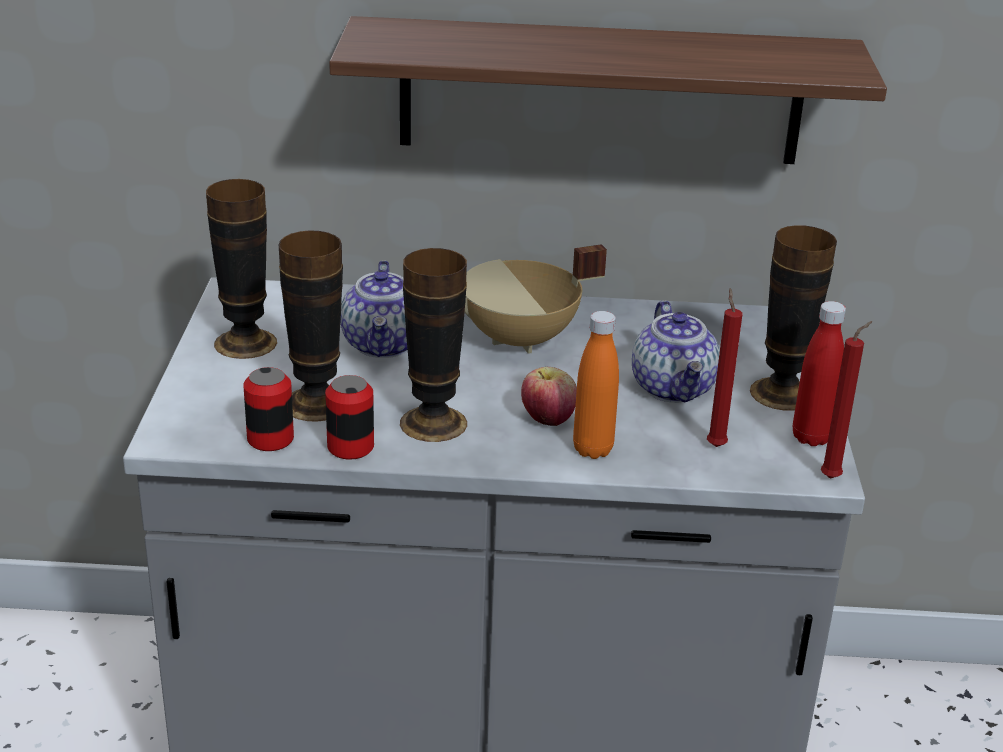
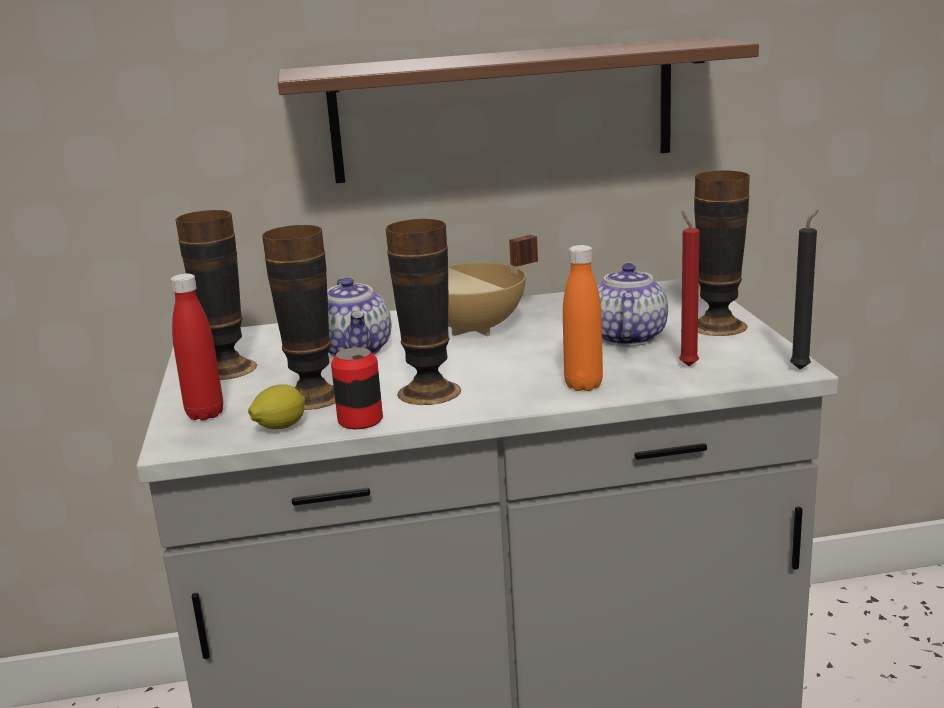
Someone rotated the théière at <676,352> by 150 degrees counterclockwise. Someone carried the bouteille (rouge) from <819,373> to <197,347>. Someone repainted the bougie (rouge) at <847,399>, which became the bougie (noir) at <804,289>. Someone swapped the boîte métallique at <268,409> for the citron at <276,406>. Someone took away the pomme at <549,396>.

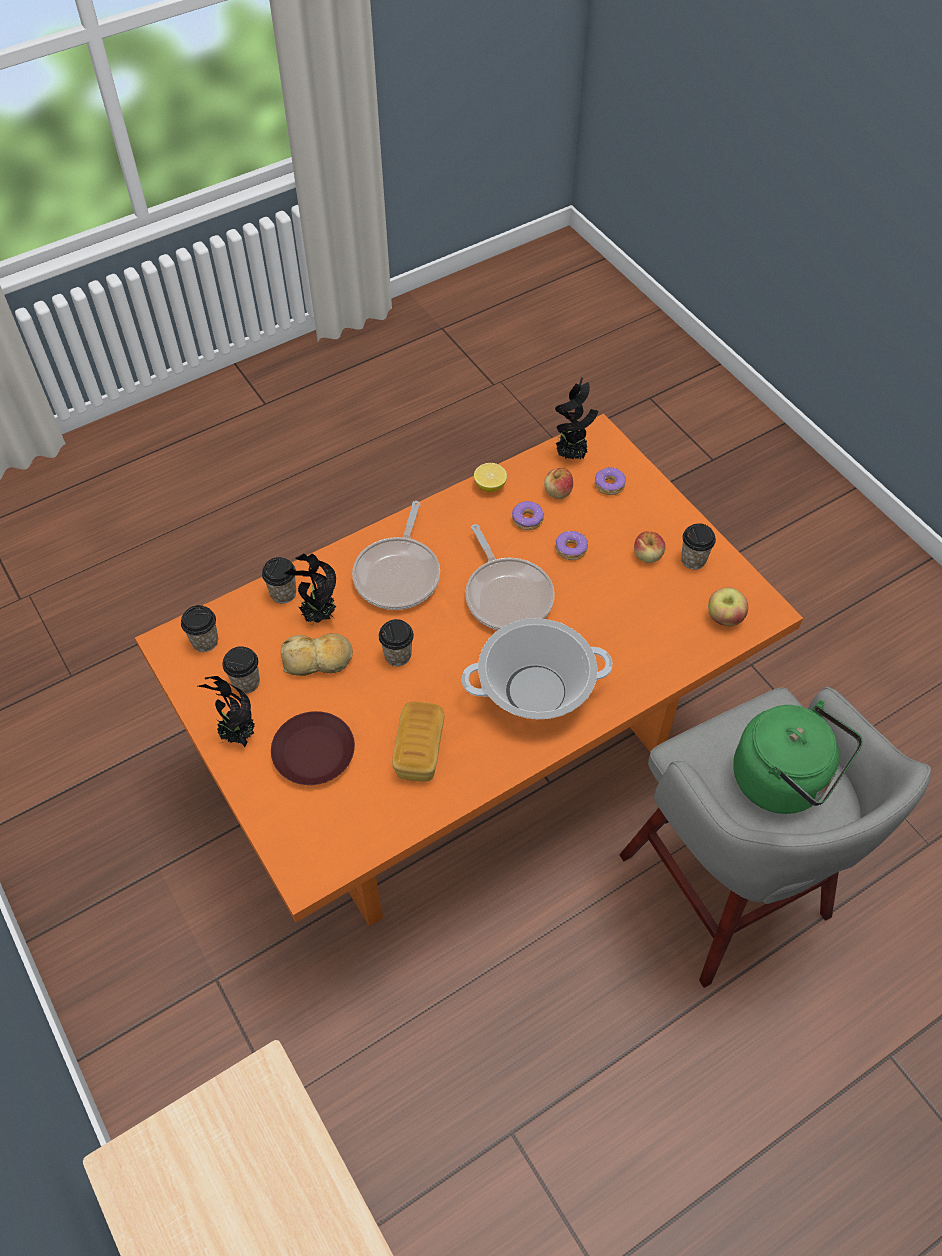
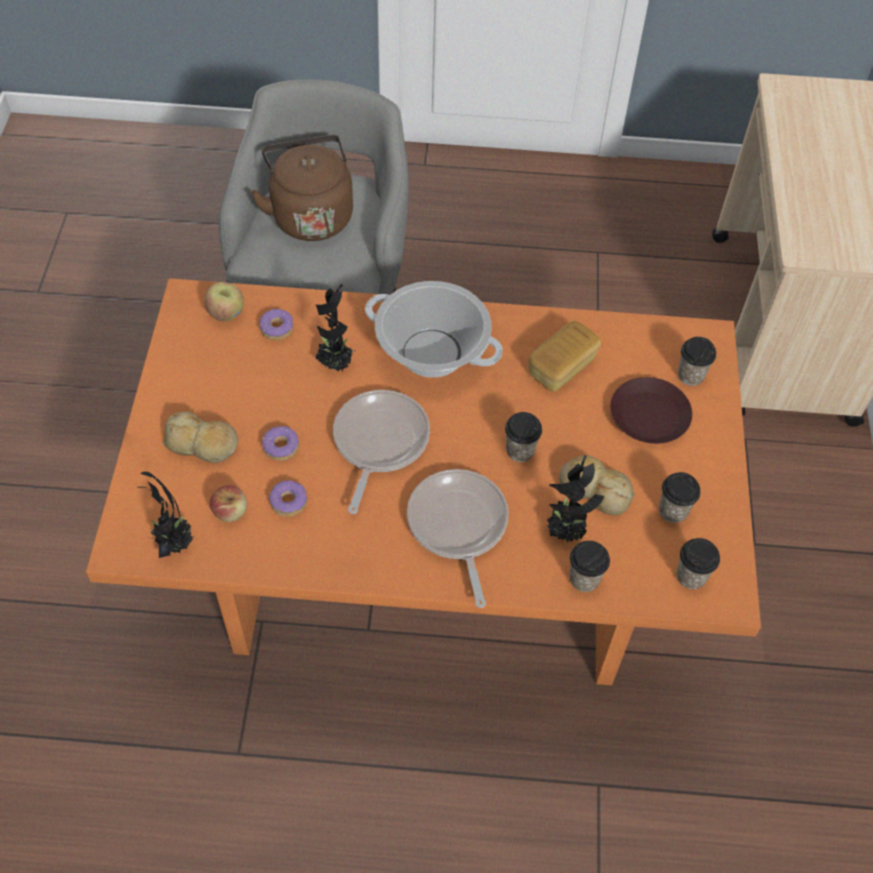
Someone took away the citron at <490,477>. Someone carried the beignet from <610,481> to <276,324>. Someone rotated the poêle at <396,555> by 60 degrees counterclockwise. Someone carried the tasse from <698,546> to <697,361>. Someone took away the pomme at <650,547>. Someone carried the plante en pot from <226,711> to <335,327>. Someone repainted the bouilloire (vert) at <798,757>, which became the bouilloire (marron) at <301,188>. Someone put down the pain at <201,437>.

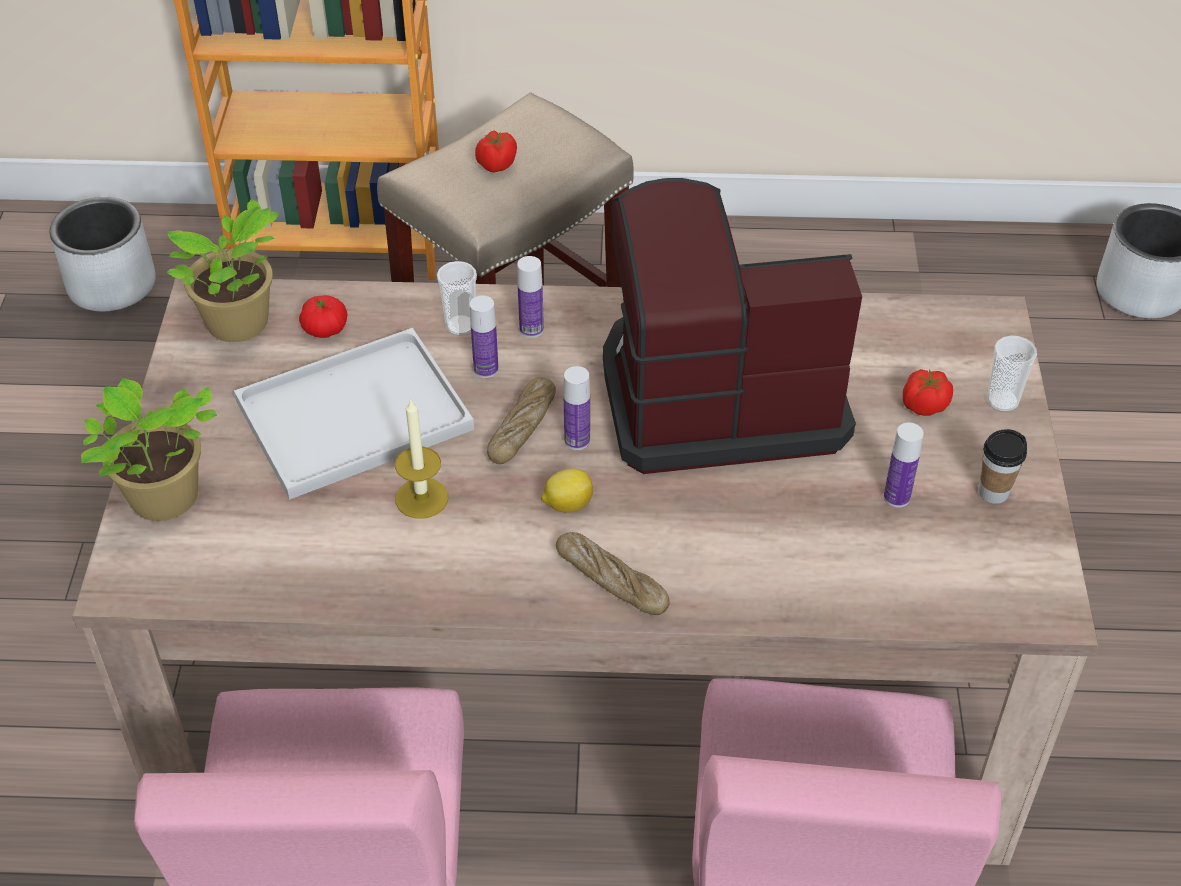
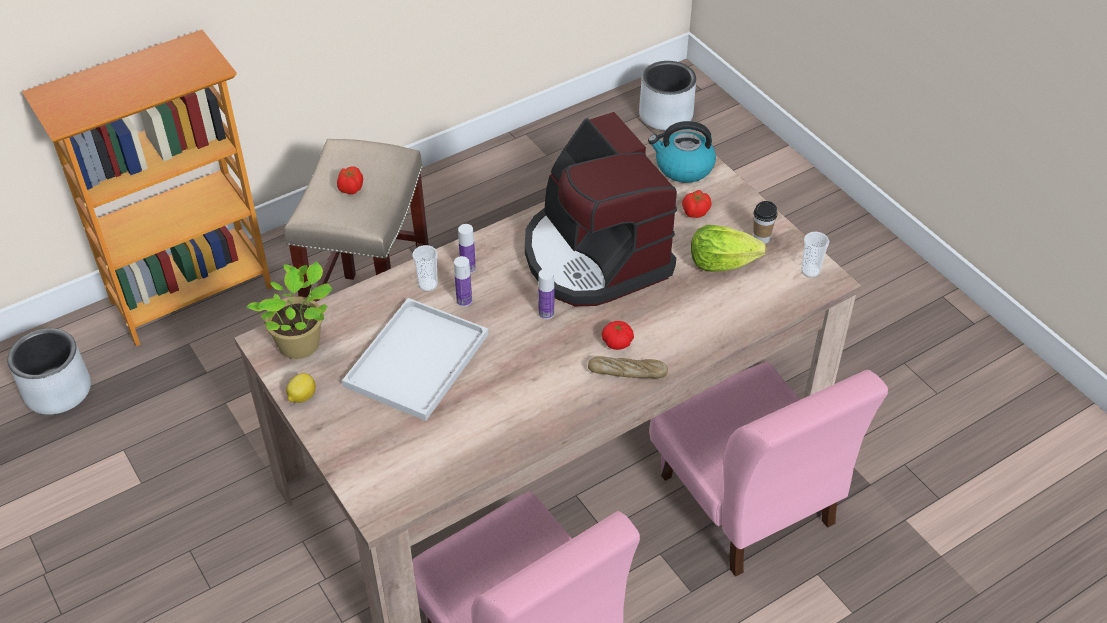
Someone rotated the machine à café at <732,326> by 75 degrees counterclockwise. Someone carried the tomate from <323,316> to <618,335>. Someone carried the tasse from <1012,373> to <815,255>. Someone took away the pain at <521,420>. Someone took away the plante en pot at <149,449>. Someone took away the bougie at <421,458>. Someone swapped the bouteille at <904,465> for the laitue at <728,248>. Someone carried the citron from <567,491> to <301,388>. Someone put down the bouilloire at <682,152>.

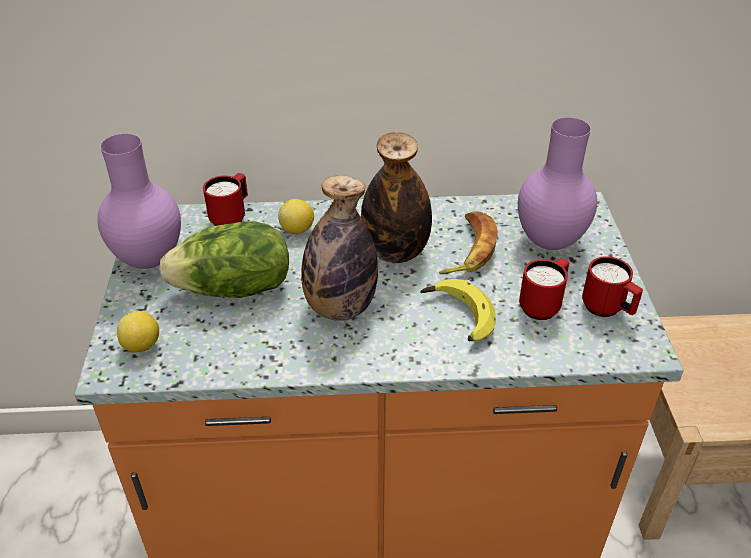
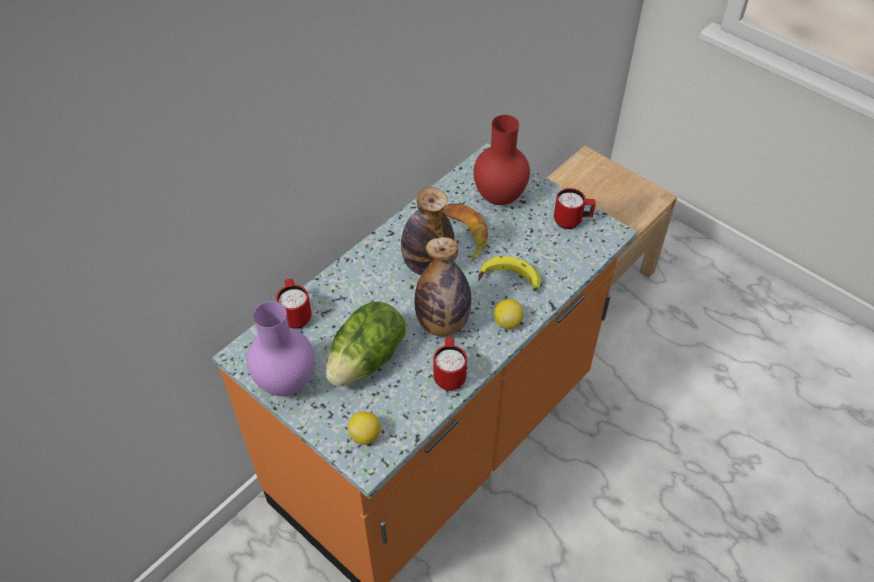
Someone repainted the vase (violet) at <557,183>, which became the vase (rouge) at <501,160>. Someone carried the citron from <296,216> to <509,314>. Someone carried the mug (rouge) from <544,289> to <450,364>.

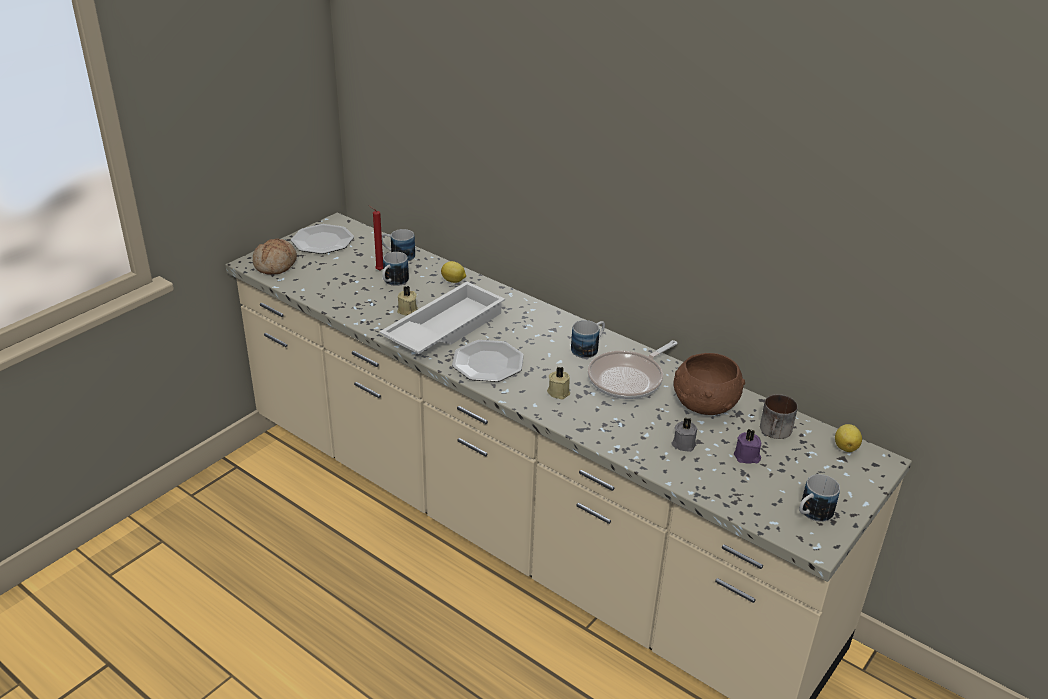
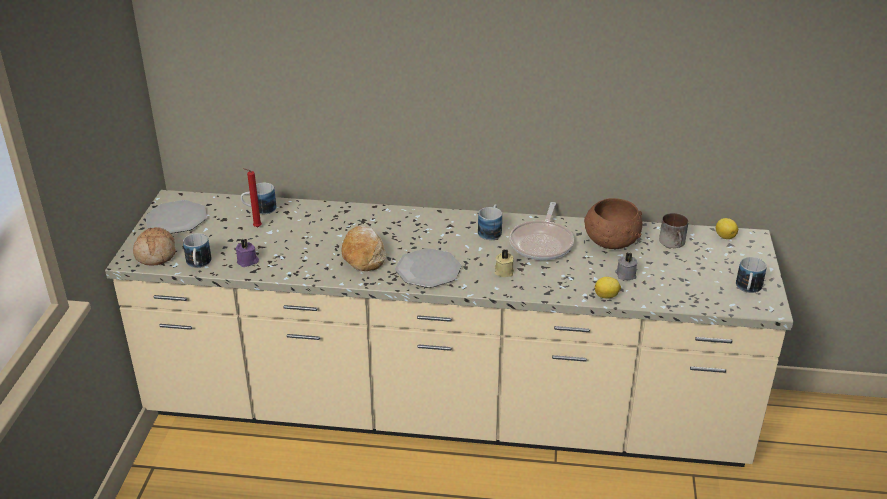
Someone carried the mug from <395,269> to <197,250>. Someone carried the citron from <453,272> to <608,288>. Someone swapped the plateau (blanc) at <442,318> for the pain at <364,248>. Someone took away the bougie (beige) at <407,301>. Someone carried the bougie (violet) from <747,446> to <247,252>.

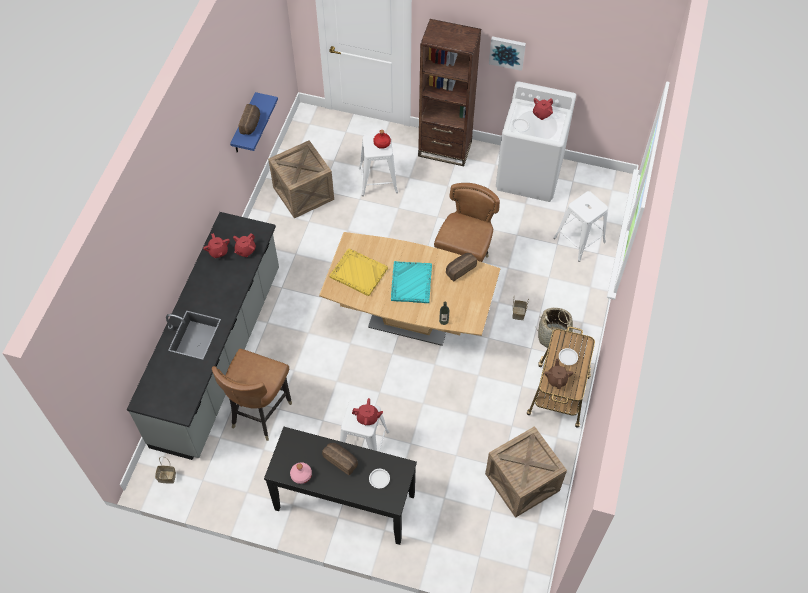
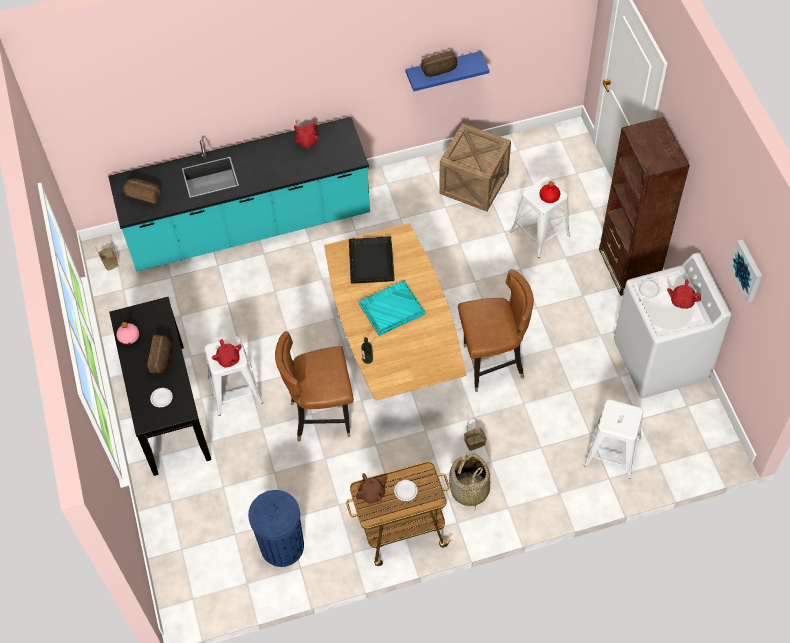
Someone carried the tableau from <507,53> to <745,270>. Someone repainted the comptoir de cuisine (gris) at <203,336>, which became the comptoir de cuisine (turquoise) at <239,194>. Someone took away the théière (rouge) at <244,245>. Someone repainted the plateau (jaune) at <358,272>, which became the plateau (noir) at <371,260>. Someone carried the pain from <461,267> to <142,191>. Someone carried the chaise (marron) from <252,395> to <314,386>. Someone swapped the caisse at <526,472> for the poubelle (bleu) at <276,528>.

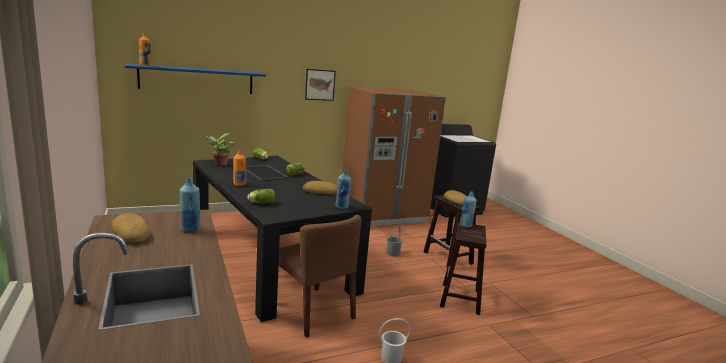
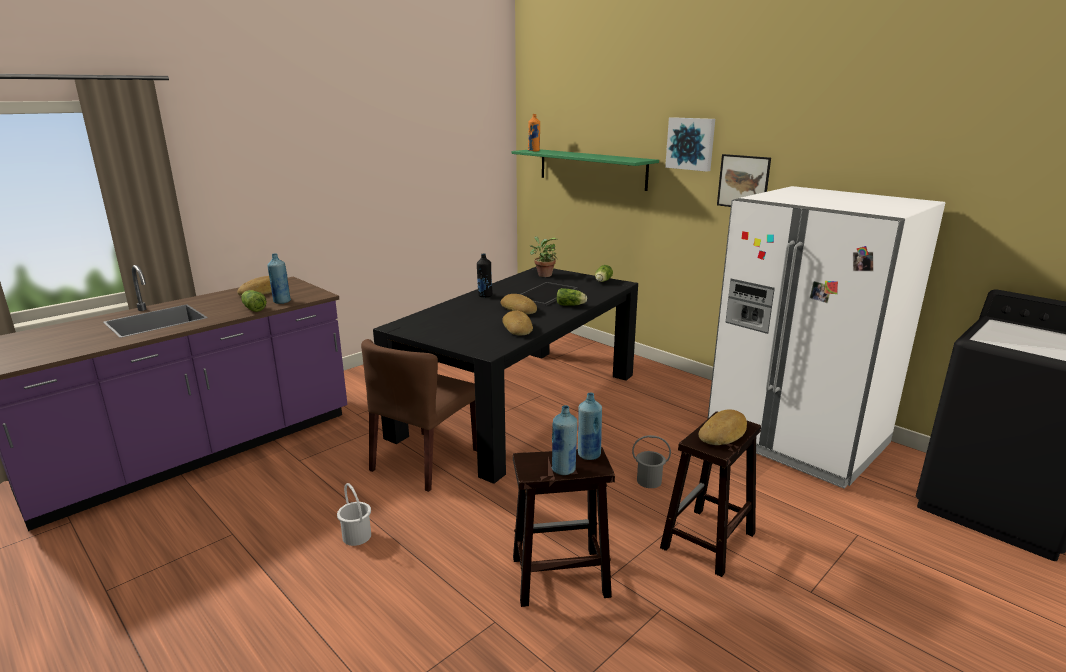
Someone repainted the étagère (bleu) at <195,79>, which became the étagère (vert) at <585,170>. Someone repainted the réfrigérateur (marron) at <394,156>, which became the réfrigérateur (blanc) at <827,337>. Someone repainted the bouteille (orange) at <239,168>, which became the bouteille (noir) at <485,275>. Someone carried the bouteille (bleu) from <343,189> to <564,440>. Someone carried the laitue from <261,196> to <254,301>. Someone put up the tableau at <690,144>. Someone put down the pain at <519,304>.

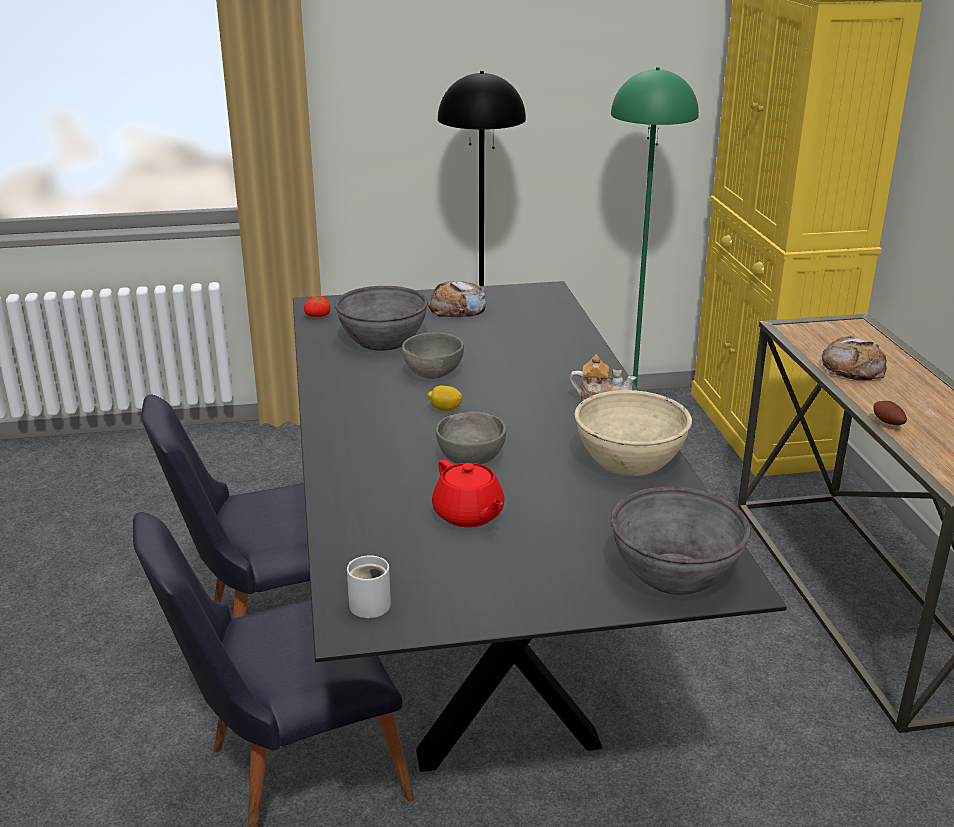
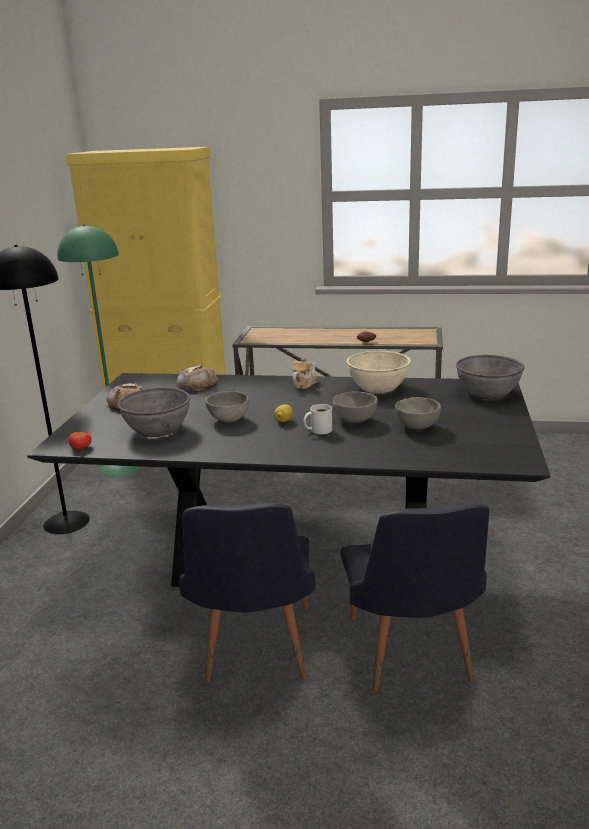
Someone carried the pain from <854,358> to <197,378>. Someone swapped the théière (rouge) at <468,493> for the bol (gris) at <418,413>. Someone carried the mug (blanc) from <369,586> to <317,419>.

